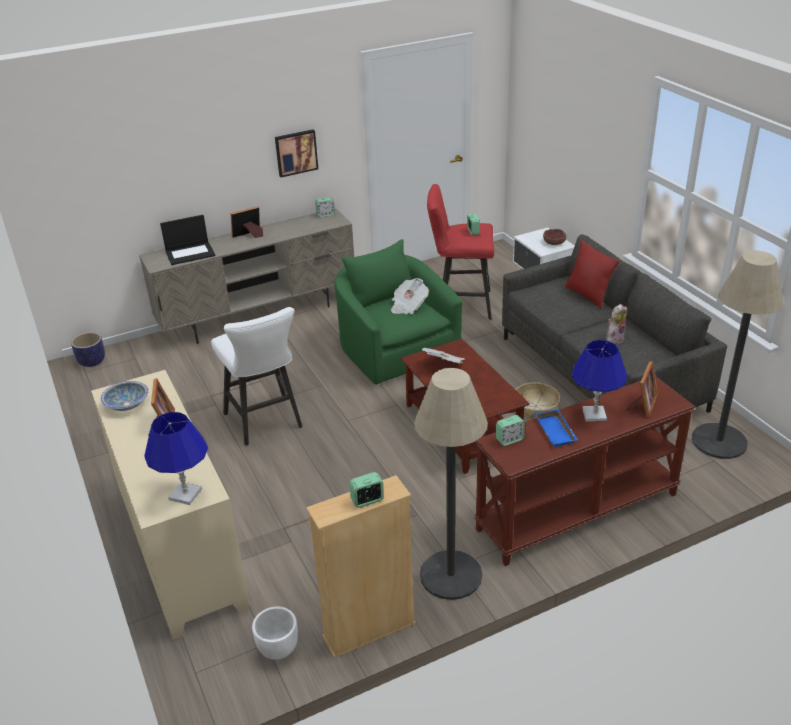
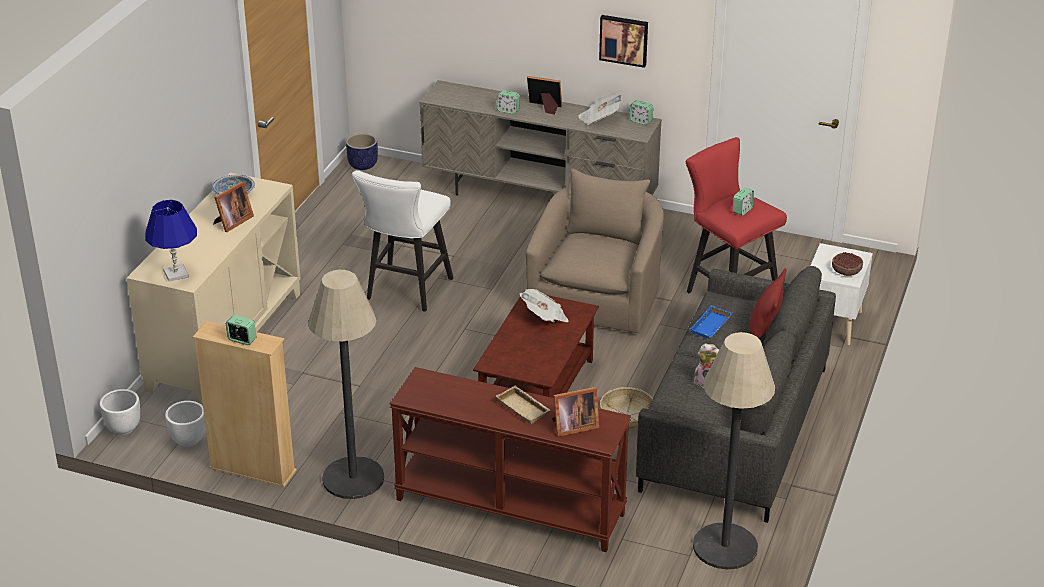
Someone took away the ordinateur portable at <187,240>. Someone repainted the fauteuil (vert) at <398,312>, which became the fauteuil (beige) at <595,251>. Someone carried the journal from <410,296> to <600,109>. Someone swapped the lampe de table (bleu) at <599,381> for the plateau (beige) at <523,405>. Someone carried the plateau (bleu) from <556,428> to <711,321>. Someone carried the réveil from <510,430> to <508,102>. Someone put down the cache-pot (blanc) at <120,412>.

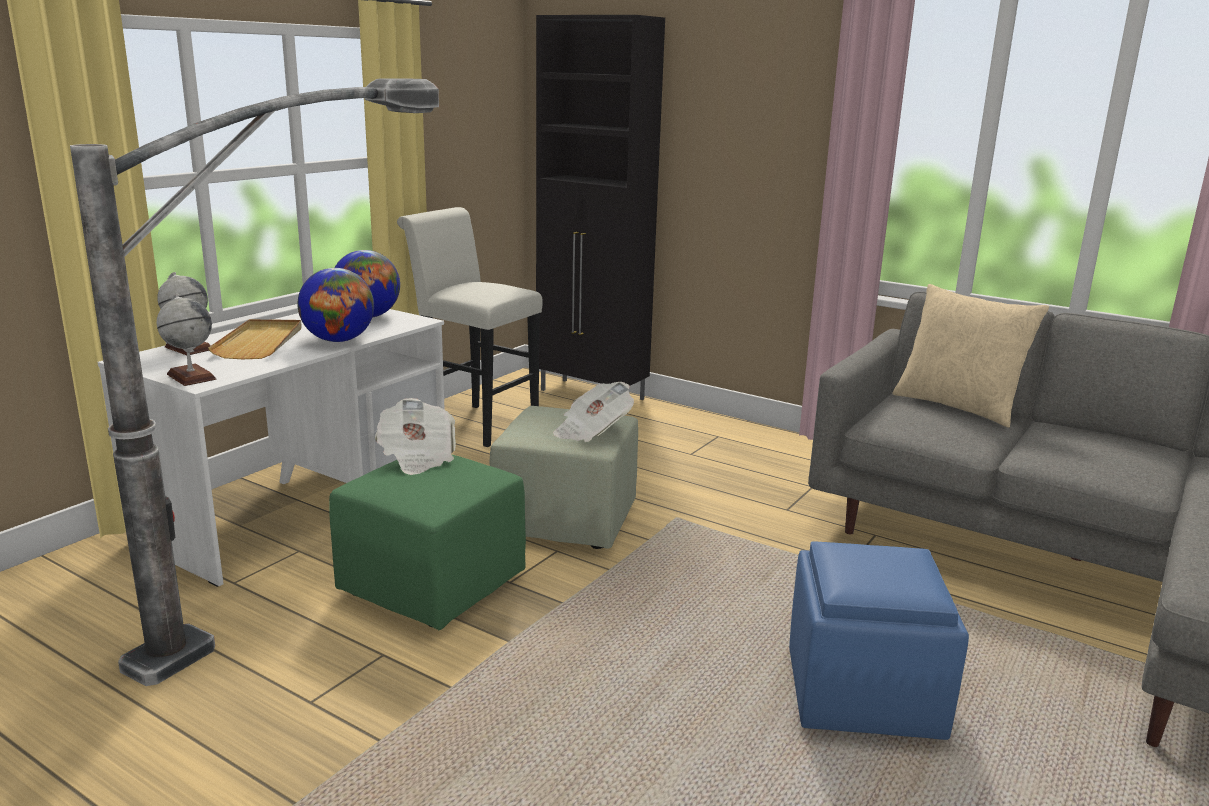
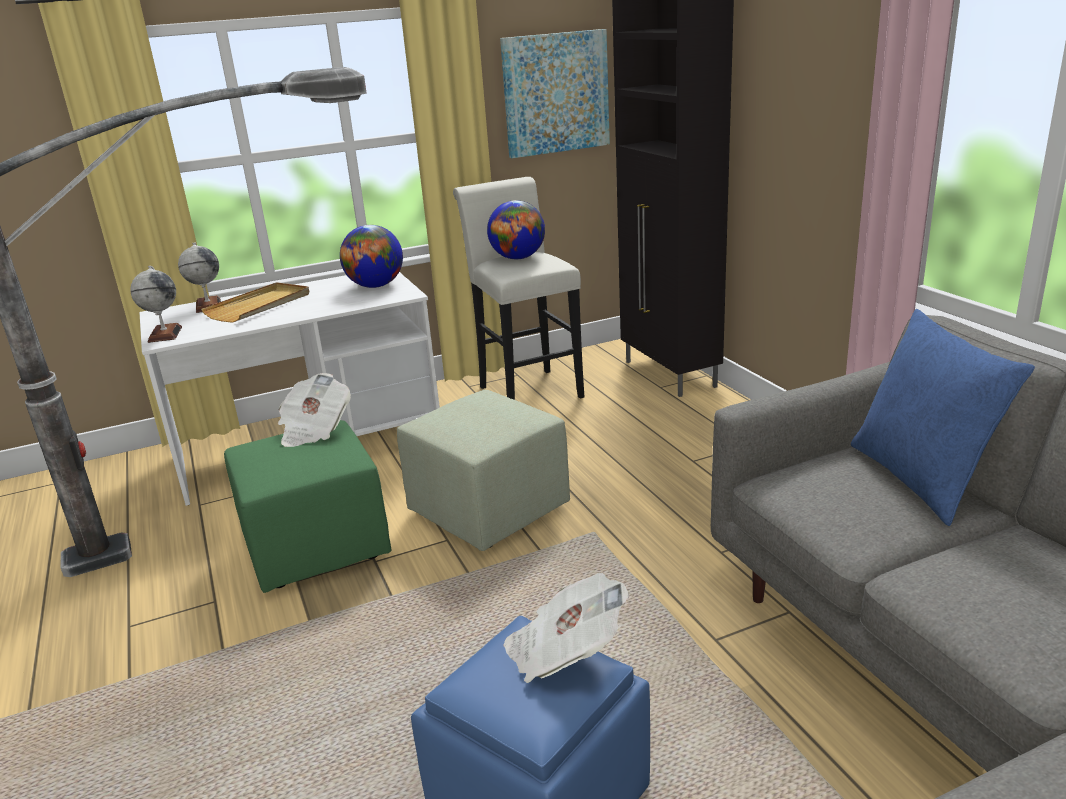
Someone carried the globe from <335,305> to <516,229>. Someone repainted the coussin (beige) at <970,356>, which became the coussin (bleu) at <943,417>. Someone carried the journal from <593,412> to <566,628>. Someone put up the tableau at <555,93>.

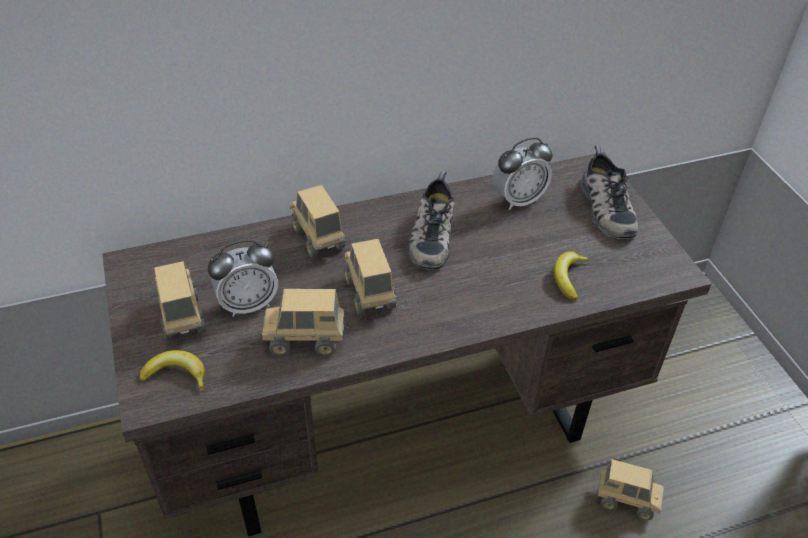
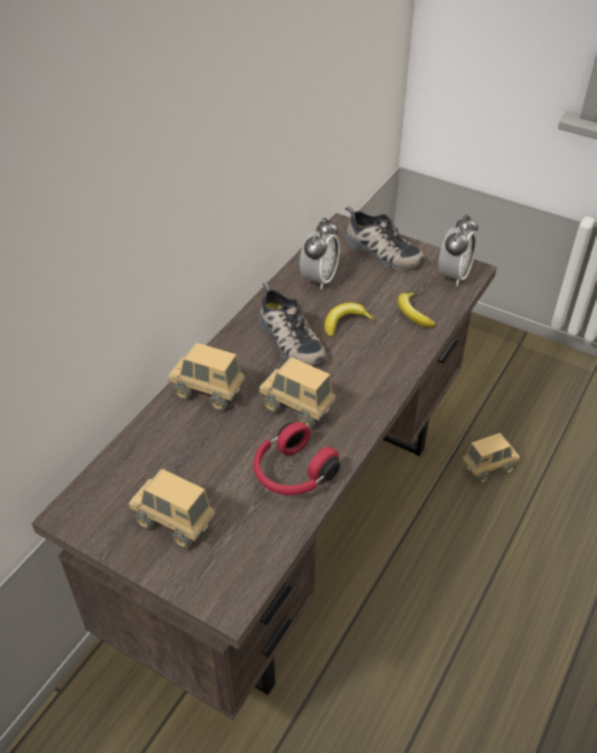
Someone carried the réveil from <243,278> to <458,250>. Someone swapped the camion jouet at <303,322> for the casque audio (rouge) at <296,458>. Someone carried the banane from <172,370> to <350,320>.

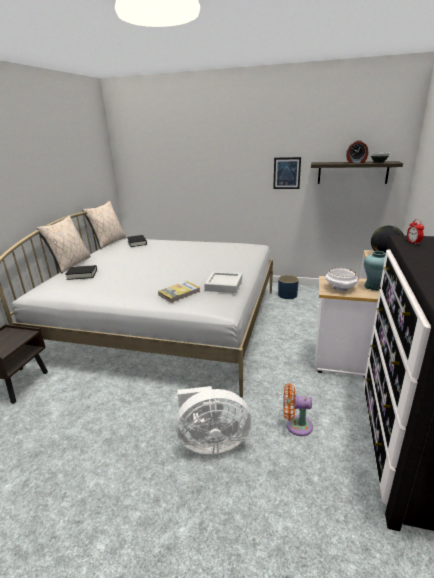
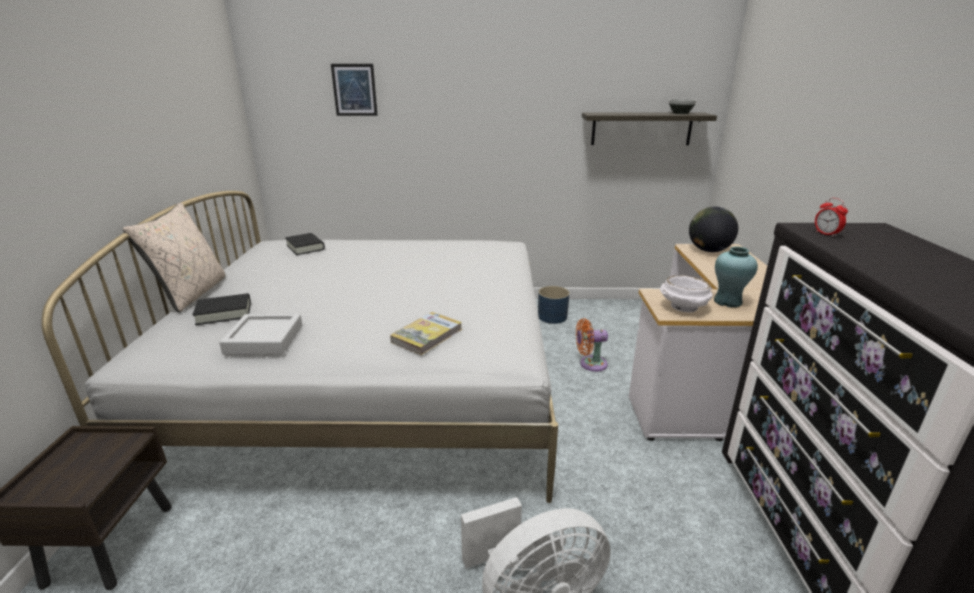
Someone took away the réveil at <357,151>. Someone carried the tableau from <287,173> to <354,90>. Someone took away the coussin (beige) at <104,225>. Someone carried the plateau (gris) from <223,282> to <260,334>. Someone carried the ventilateur (orange) from <298,409> to <592,344>.

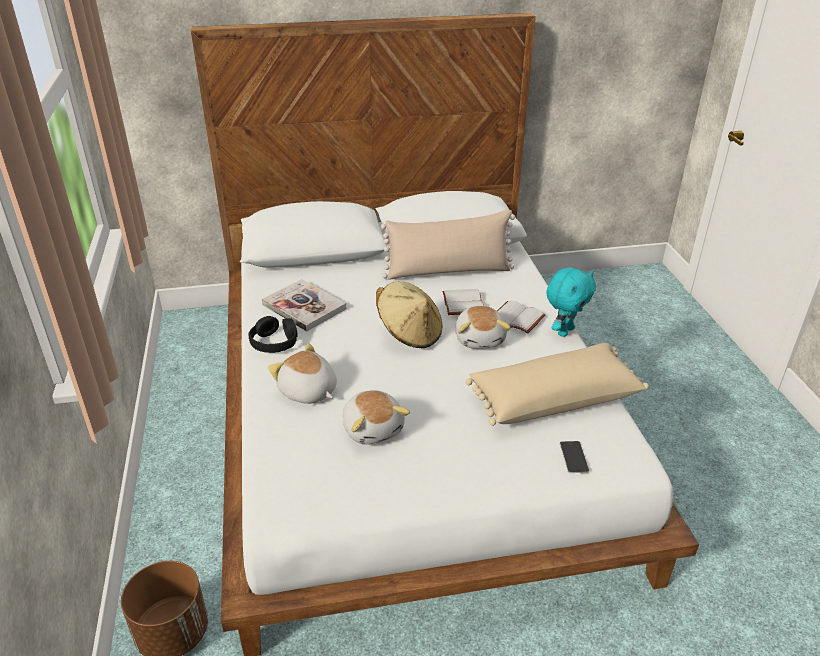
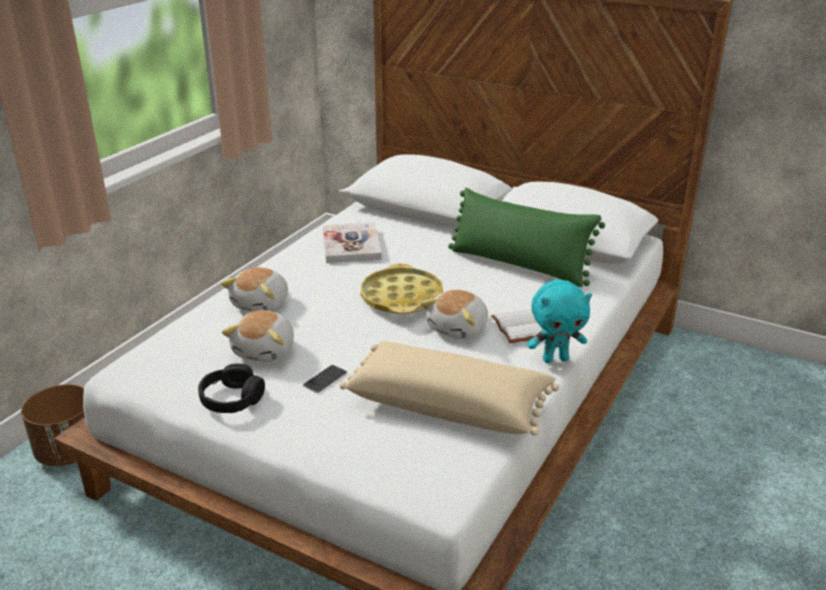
Someone repainted the coussin (beige) at <448,245>, which became the coussin (vert) at <526,237>. Someone swapped the chapeau (beige) at <409,314> for the plateau (jaune) at <401,289>. Someone took away the livre (blanc) at <463,302>. Someone carried the casque audio (noir) from <273,334> to <231,388>. Someone rotated the peluche at <302,373> by 150 degrees counterclockwise. Someone carried the téléphone from <574,457> to <325,379>.

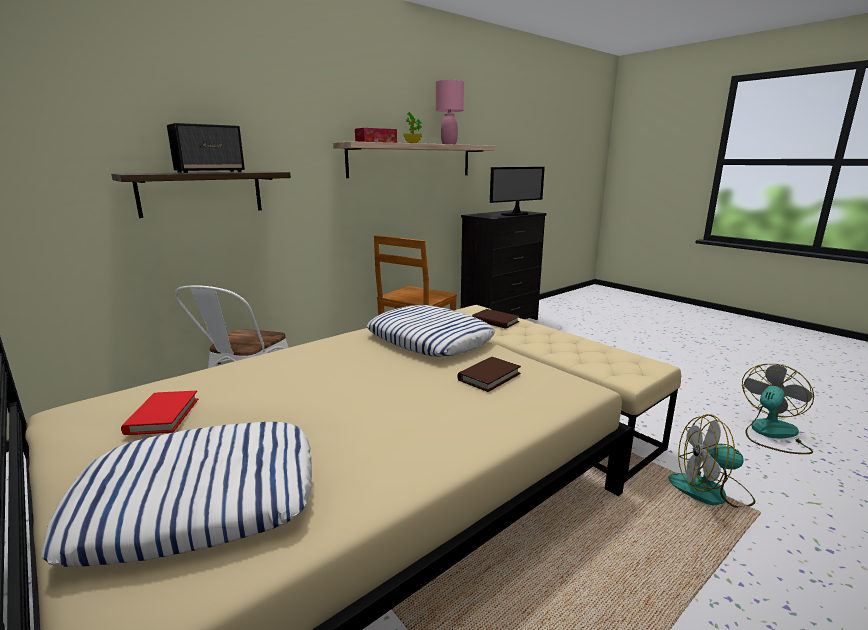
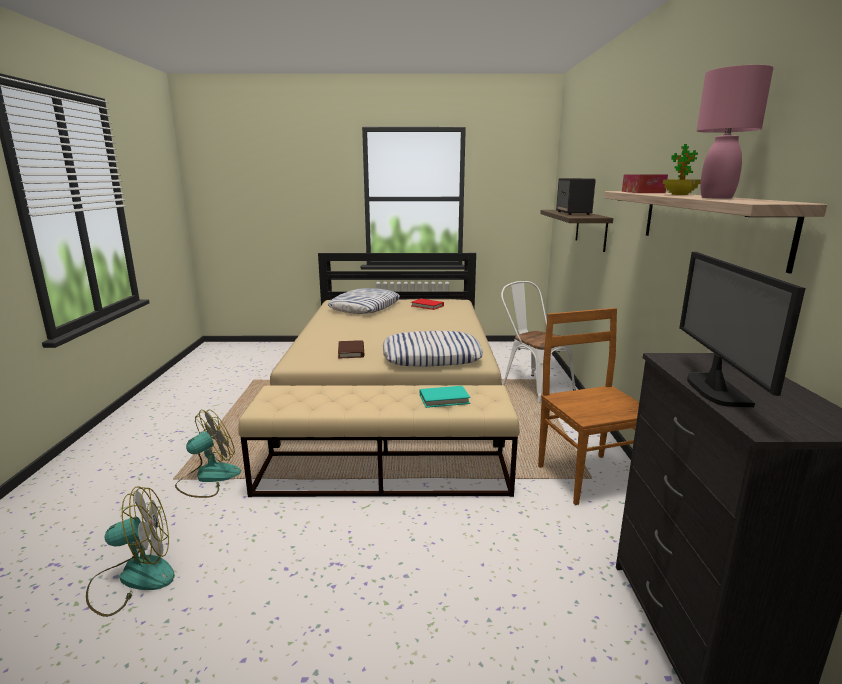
Someone repainted the livre (marron) at <495,319>, which became the livre (turquoise) at <445,397>. Someone rotated the ventilateur at <778,409> by 105 degrees counterclockwise.

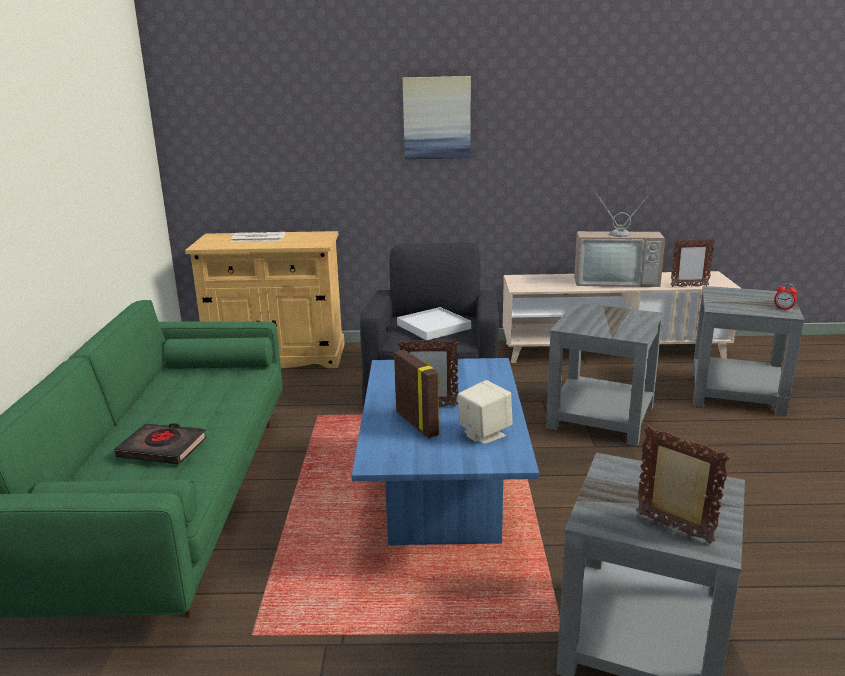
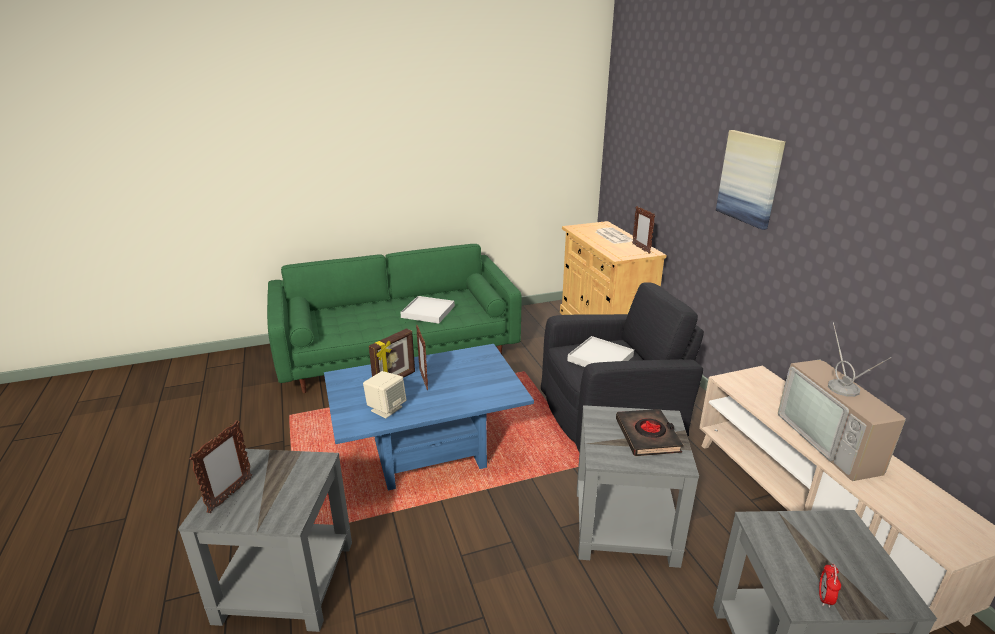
Someone carried the cadre photo from <692,263> to <643,230>. Someone carried the livre (noir) from <160,443> to <649,432>. Someone put down the plateau (blanc) at <427,309>.

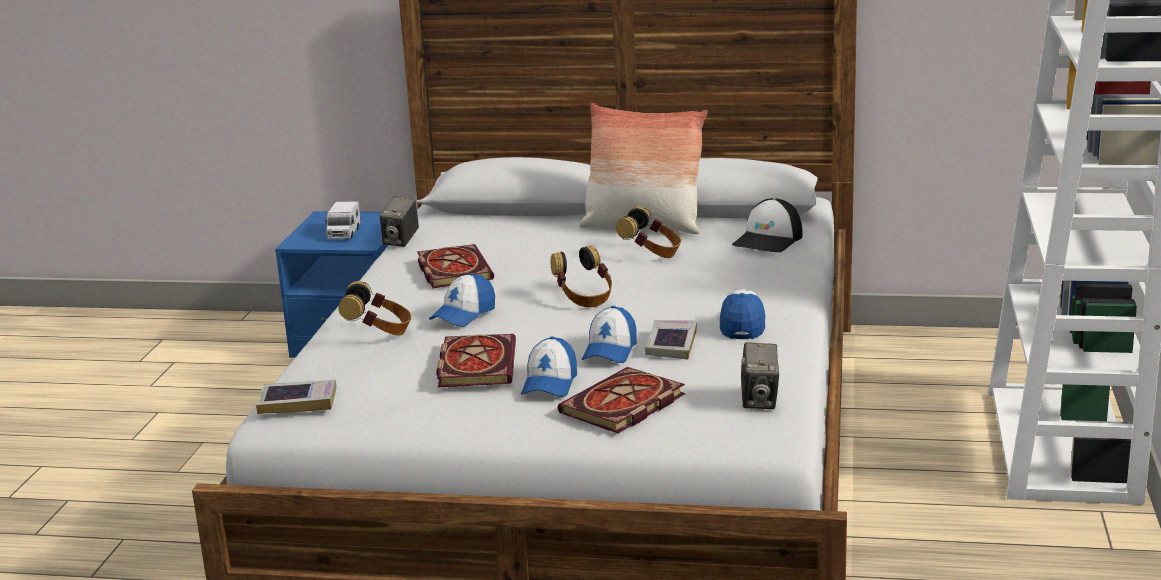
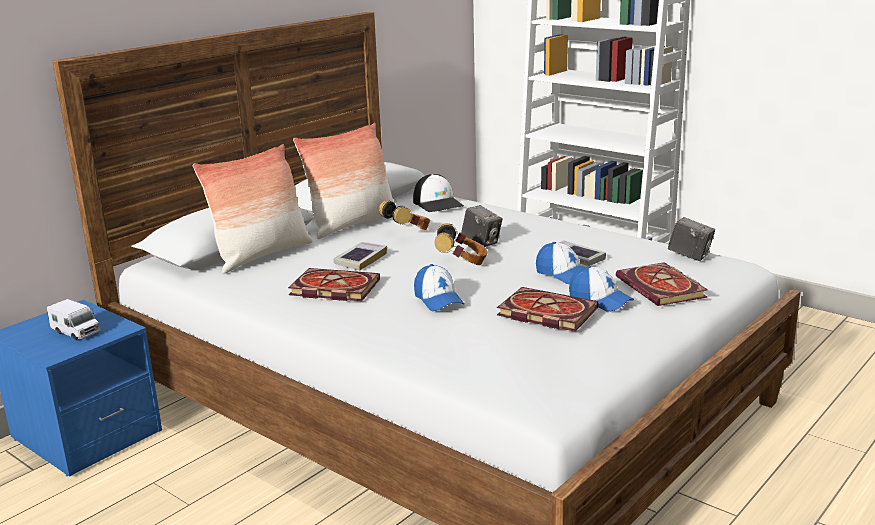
Someone carried the appareil photo from <399,221> to <482,226>. Someone took away the casque audio at <375,308>. Someone took away the casquette at <743,314>. Someone carried the livre from <296,397> to <360,256>. Someone put down the coussin at <253,209>.

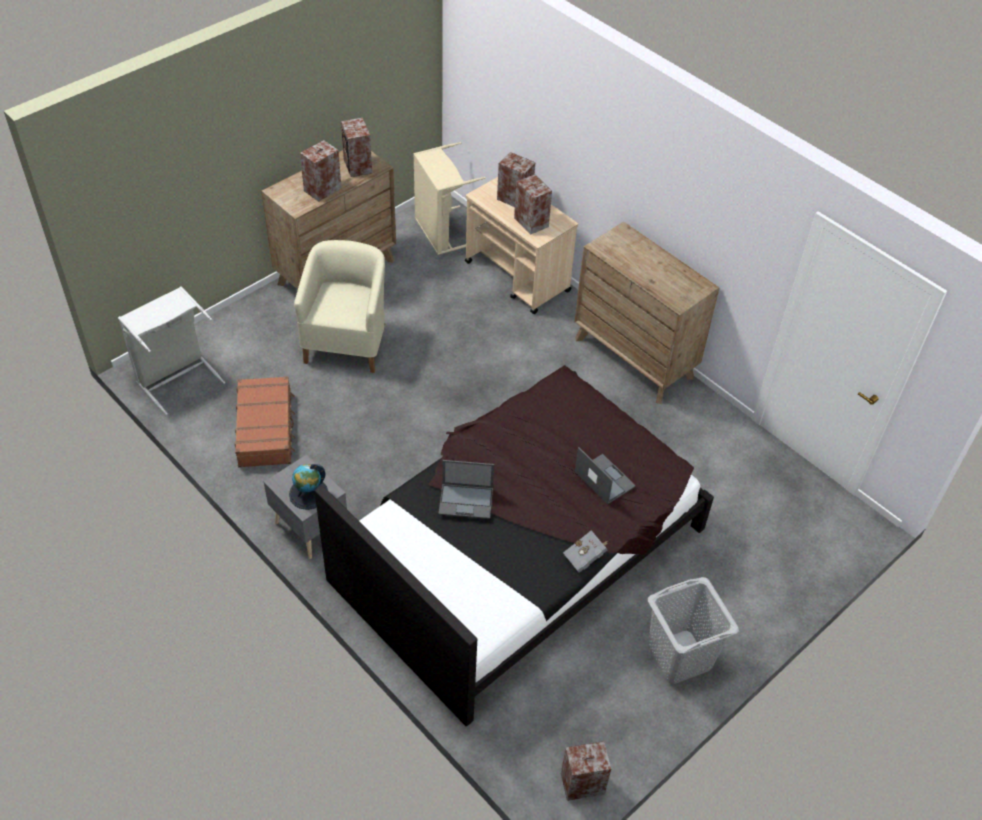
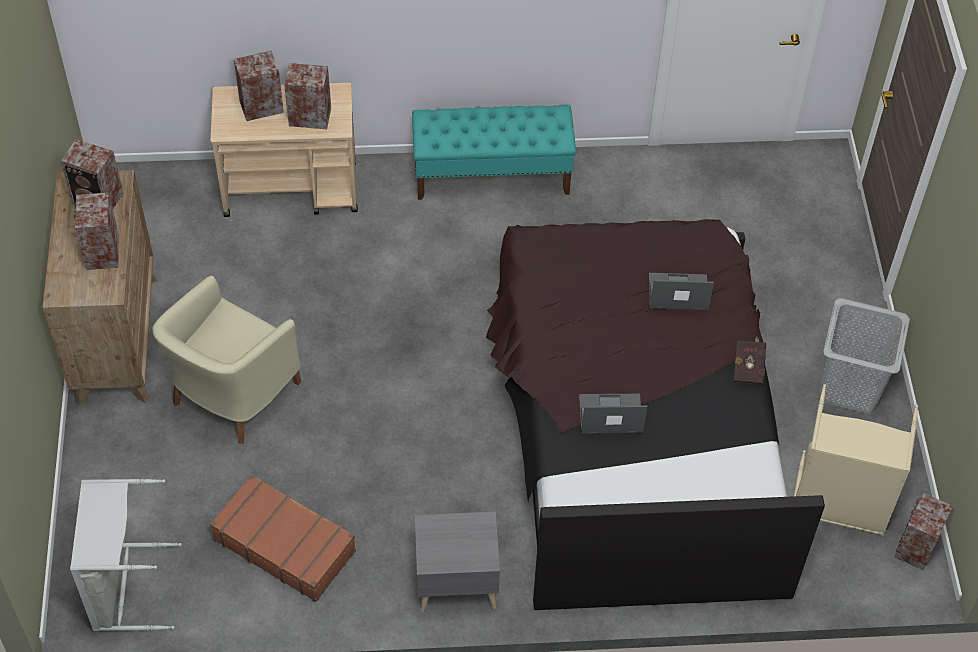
Someone carried the panier à linge (beige) from <449,198> to <856,460>. Someone swapped the commode (marron) at <647,313> for the banc (turquoise) at <494,152>. Someone rotated the fauteuil (beige) at <339,306> by 105 degrees counterclockwise. Someone rotated the ordinateur portable at <466,489> by 135 degrees counterclockwise. Someone took away the globe at <308,487>. Someone repainted the livre (gris) at <585,551>, which became the livre (rouge) at <749,361>.

